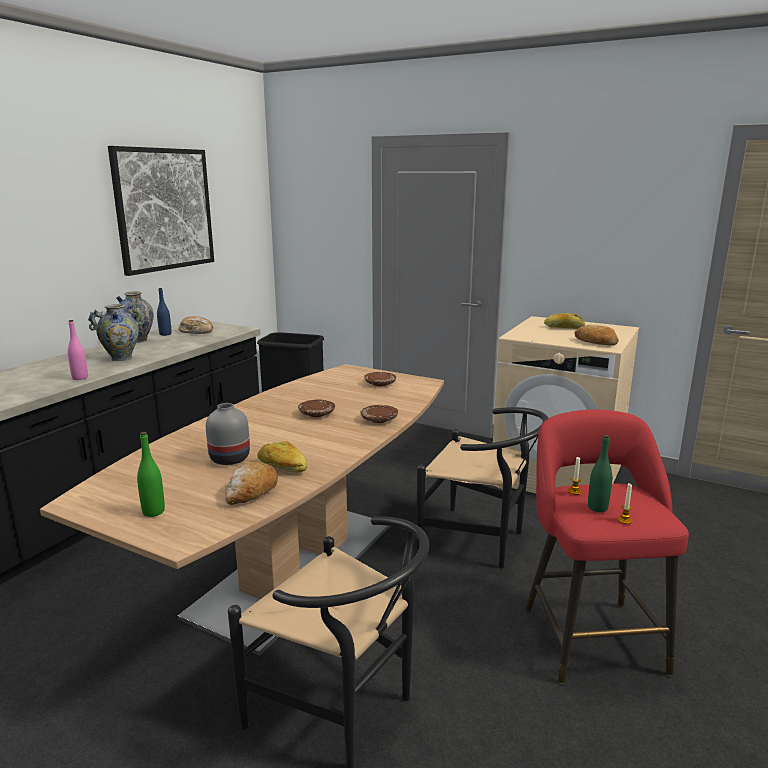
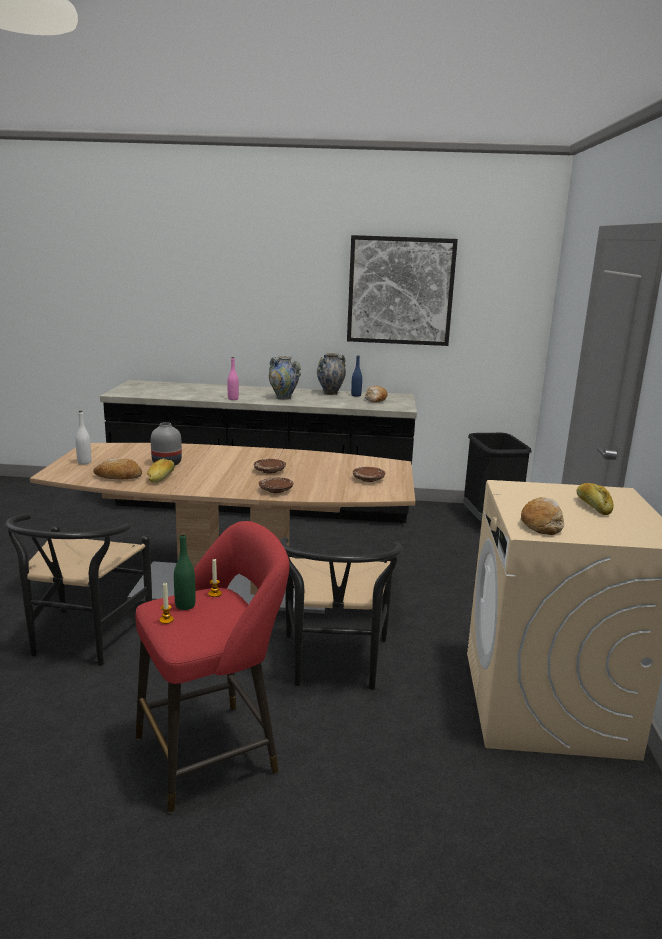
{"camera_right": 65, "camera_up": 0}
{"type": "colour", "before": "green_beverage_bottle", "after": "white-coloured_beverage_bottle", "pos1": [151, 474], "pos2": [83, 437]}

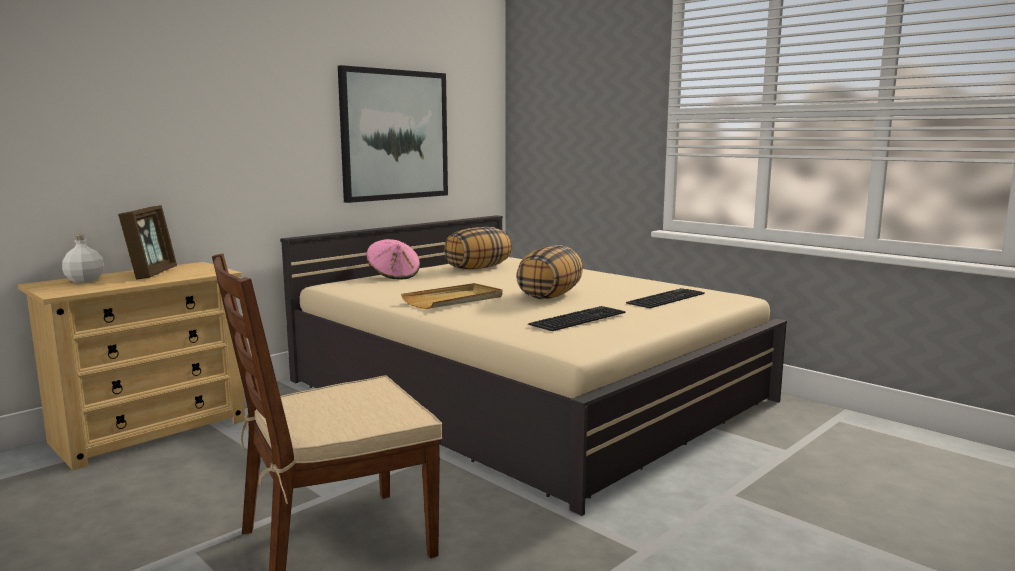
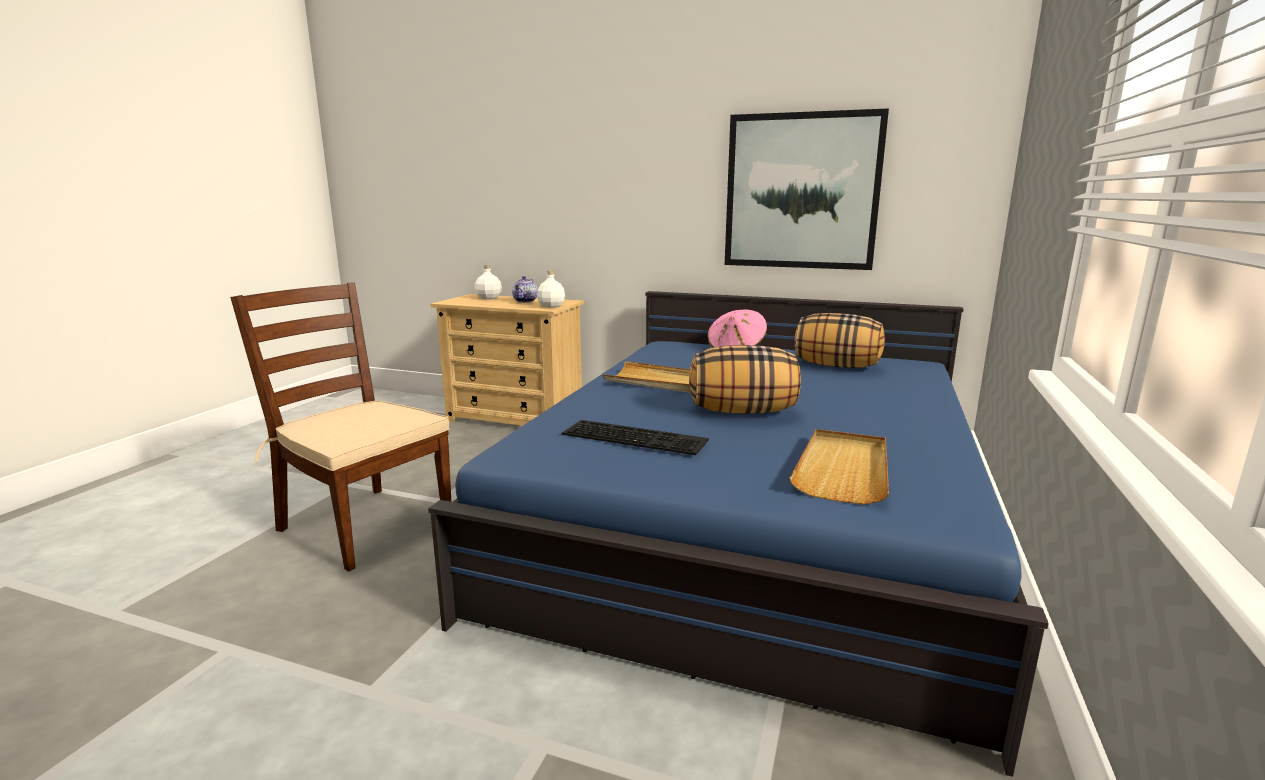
{"camera_right": 65, "camera_up": 5}
{"type": "exchanged", "before": "photo_frame", "after": "tea_pot", "pos1": [147, 242], "pos2": [525, 289]}
{"type": "colour", "before": "sand-coloured_bedroom_bed", "after": "blue-coloured_bedroom_bed", "pos1": [533, 365], "pos2": [738, 534]}
{"type": "exchanged", "before": "computer_keyboard", "after": "sand-coloured_serving_tray", "pos1": [665, 298], "pos2": [839, 467]}
{"type": "appeared", "after": "white-coloured_beverage_bottle", "pos2": [551, 289]}

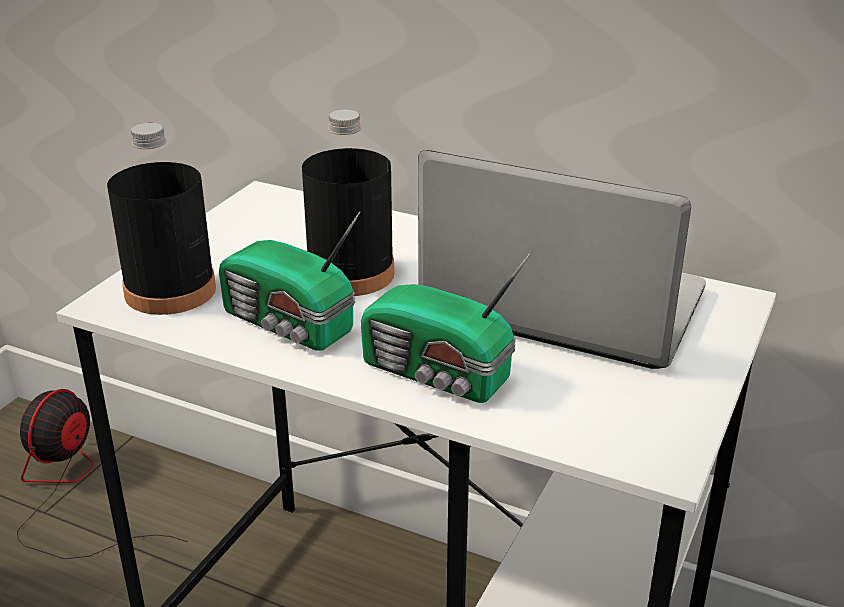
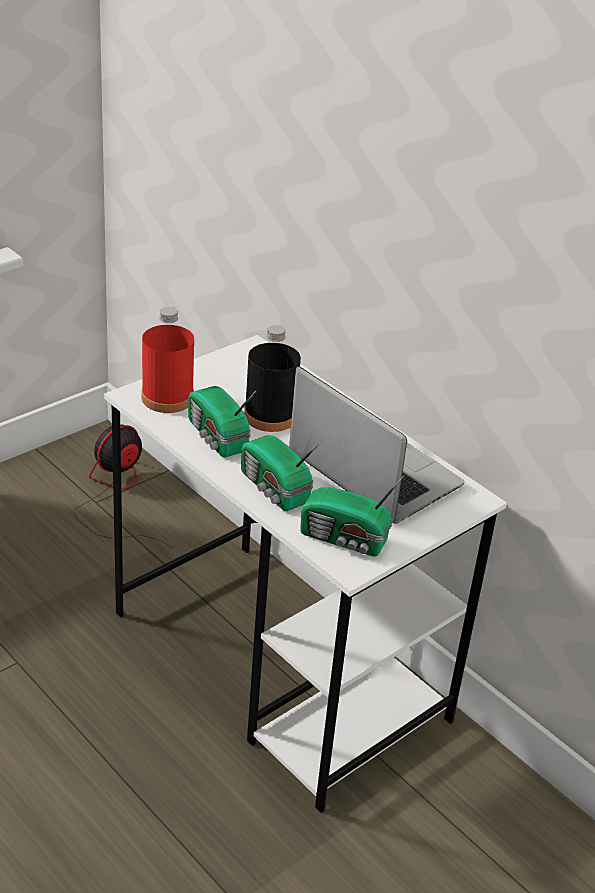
{"camera_right": 20, "camera_up": 5}
{"type": "colour", "before": "black-coloured_beverage_bottle", "after": "red-coloured_beverage_bottle", "pos1": [161, 219], "pos2": [167, 360]}
{"type": "appeared", "after": "radio_receiver", "pos2": [352, 516]}

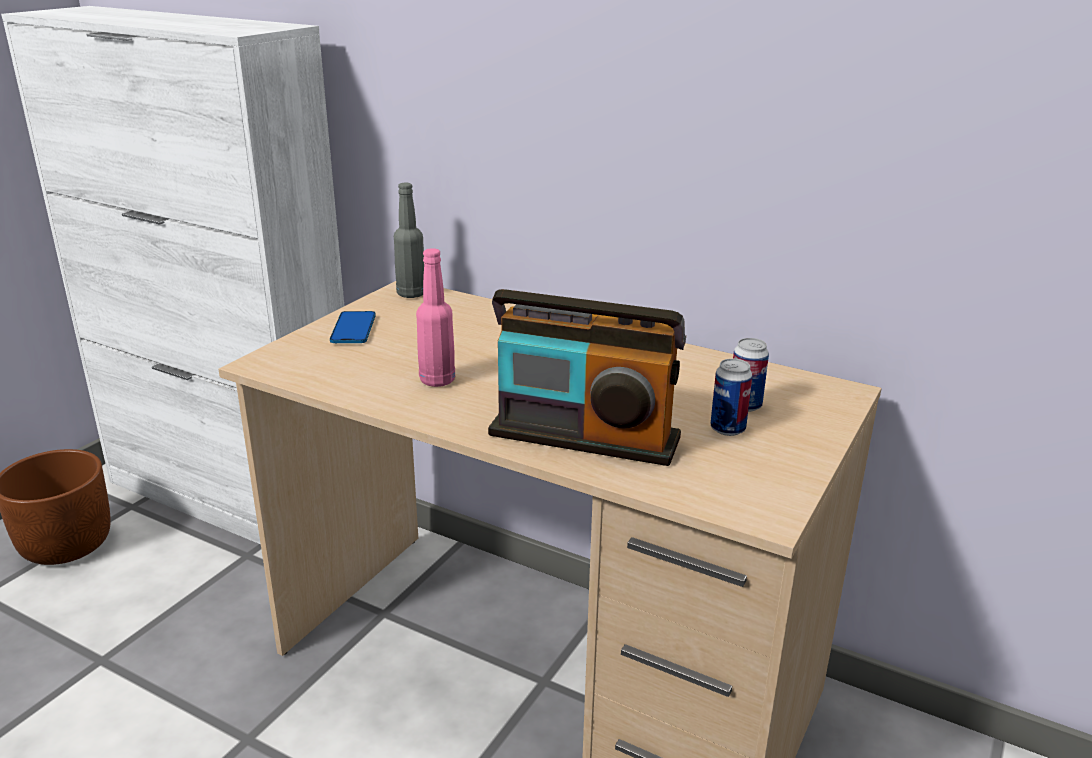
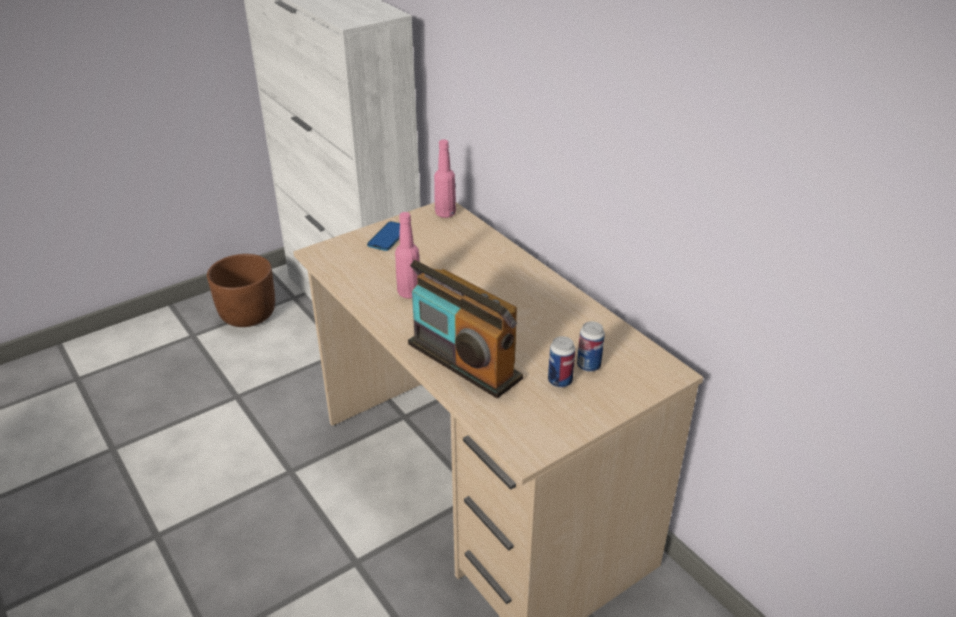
{"camera_right": 25, "camera_up": 10}
{"type": "colour", "before": "grey_beverage_bottle", "after": "pink-coloured_beverage_bottle", "pos1": [409, 240], "pos2": [445, 178]}

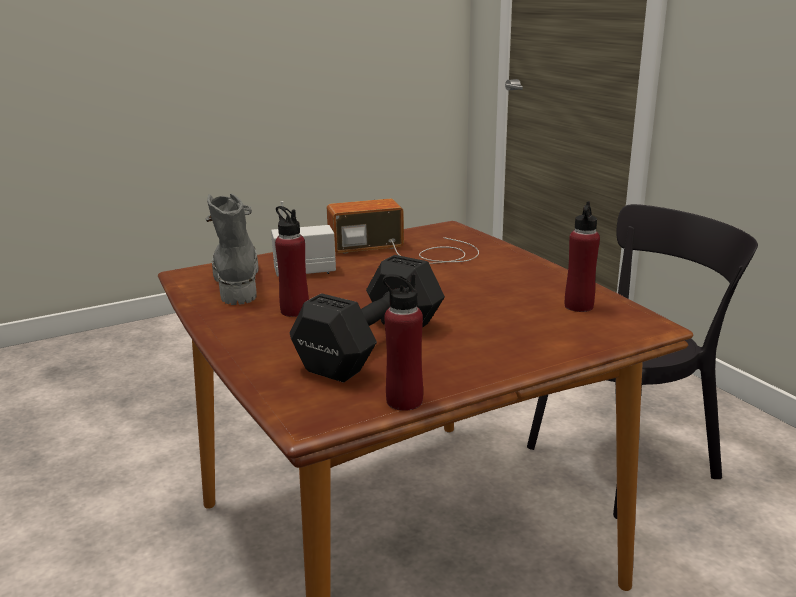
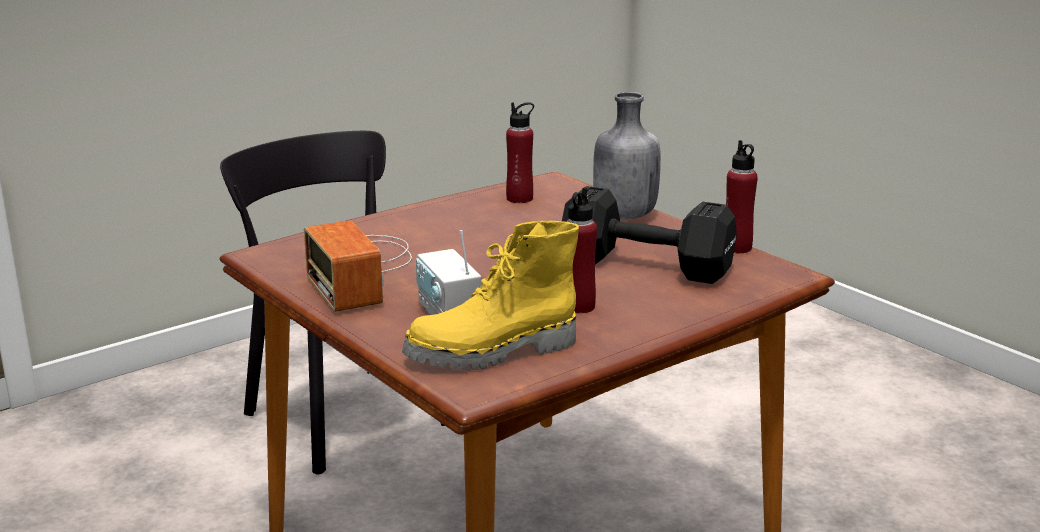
{"camera_right": -100, "camera_up": 0}
{"type": "colour", "before": "grey_high-top_boot", "after": "yellow-coloured_high-top_boot", "pos1": [232, 249], "pos2": [490, 295]}
{"type": "appeared", "after": "grey_beverage_bottle", "pos2": [627, 155]}

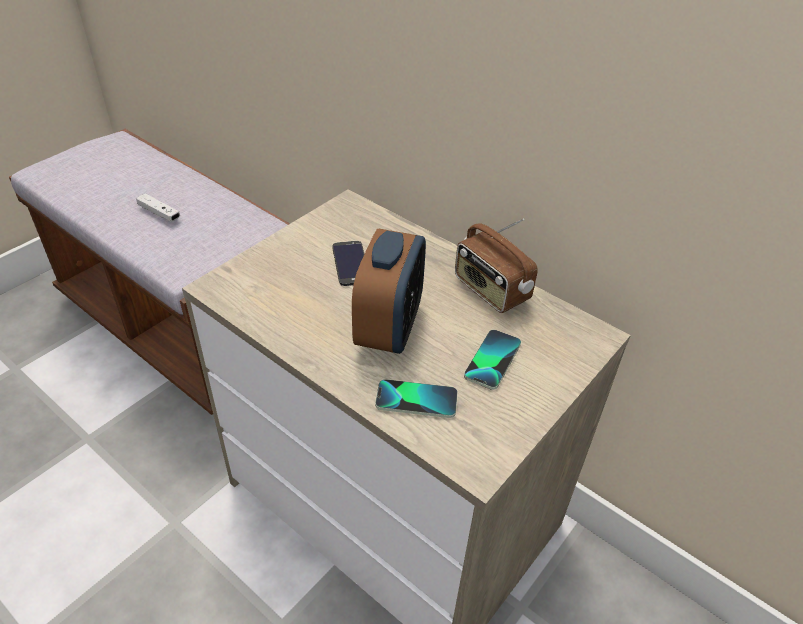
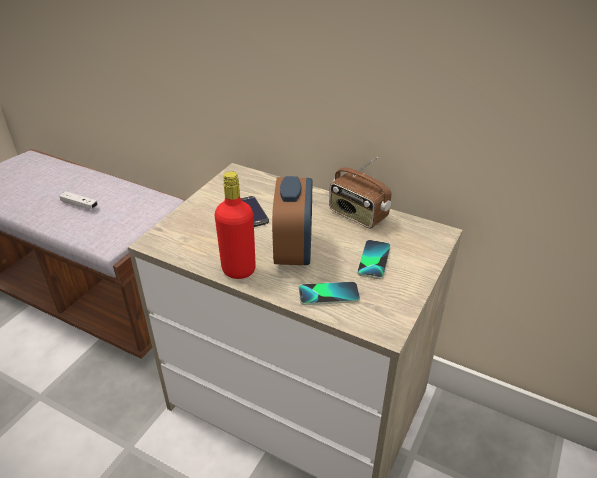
{"camera_right": -10, "camera_up": -5}
{"type": "appeared", "after": "red-coloured_beverage_bottle", "pos2": [235, 225]}

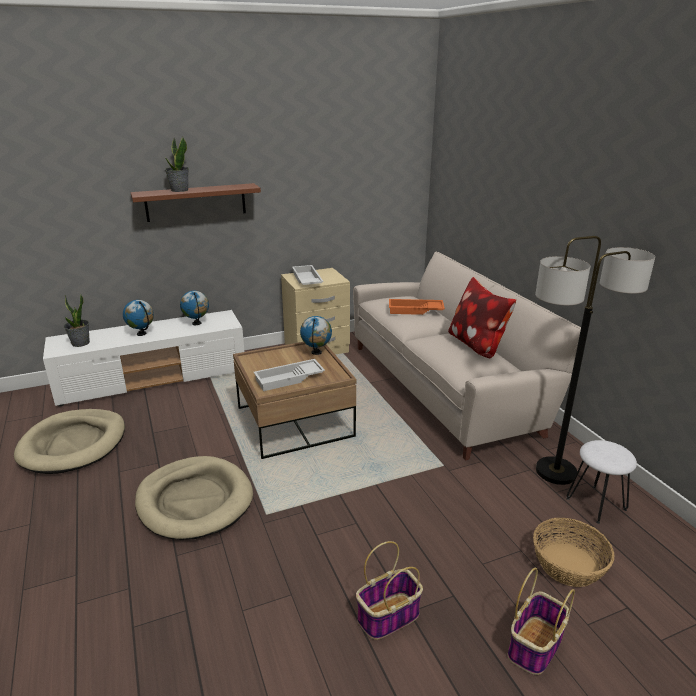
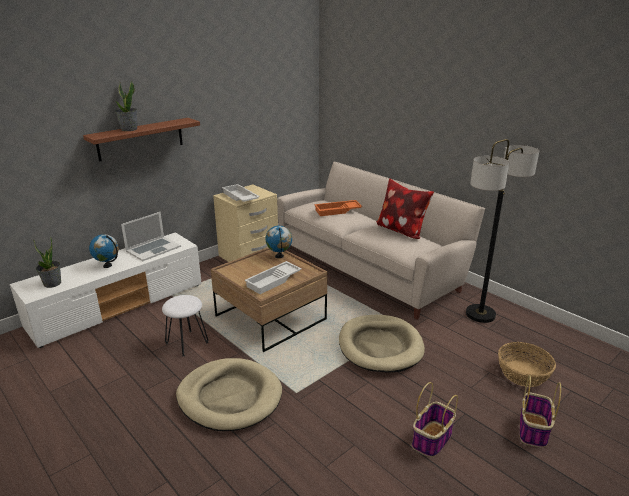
{"camera_right": -20, "camera_up": 0}
{"type": "relocated", "before": "sand-coloured_dog_cushion", "pos1": [69, 441], "pos2": [382, 344]}
{"type": "exchanged", "before": "desk_globe", "after": "laptop", "pos1": [194, 308], "pos2": [151, 236]}
{"type": "relocated", "before": "white-coloured_stool", "pos1": [601, 482], "pos2": [185, 325]}

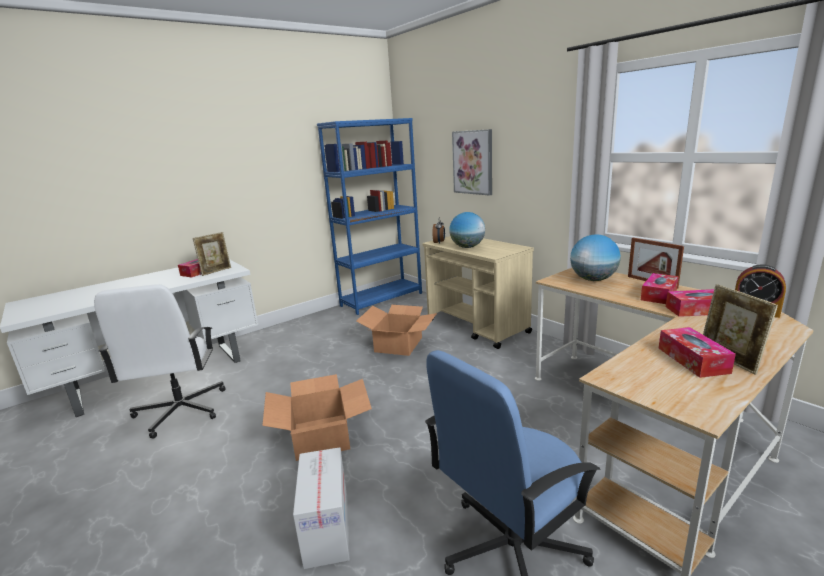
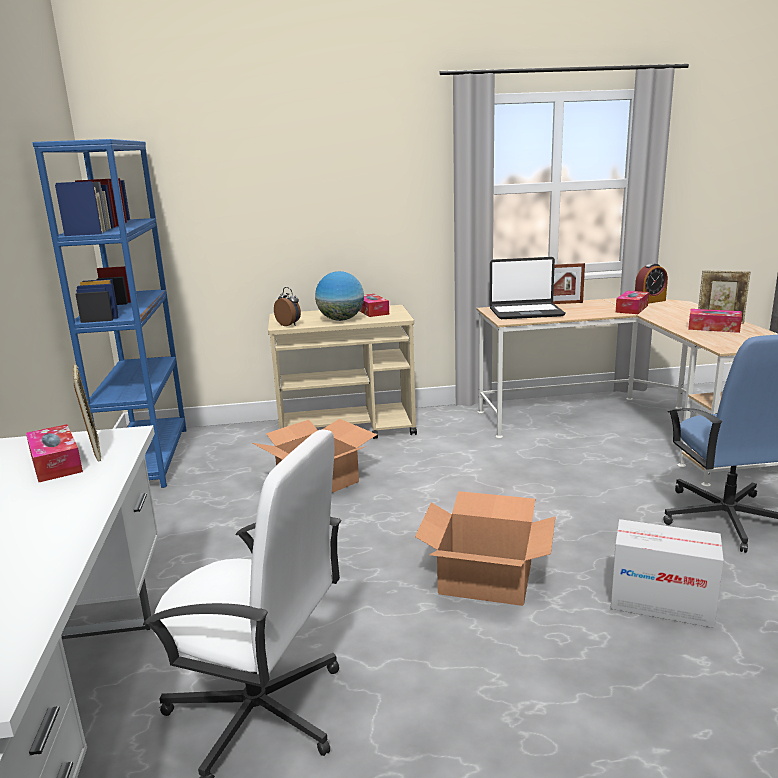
{"camera_right": -60, "camera_up": 0}
{"type": "missing", "before": "wall_picture", "pos1": [472, 162]}
{"type": "exchanged", "before": "desk_globe", "after": "laptop", "pos1": [595, 257], "pos2": [528, 288]}
{"type": "relocated", "before": "box_of_tissues", "pos1": [660, 288], "pos2": [374, 305]}

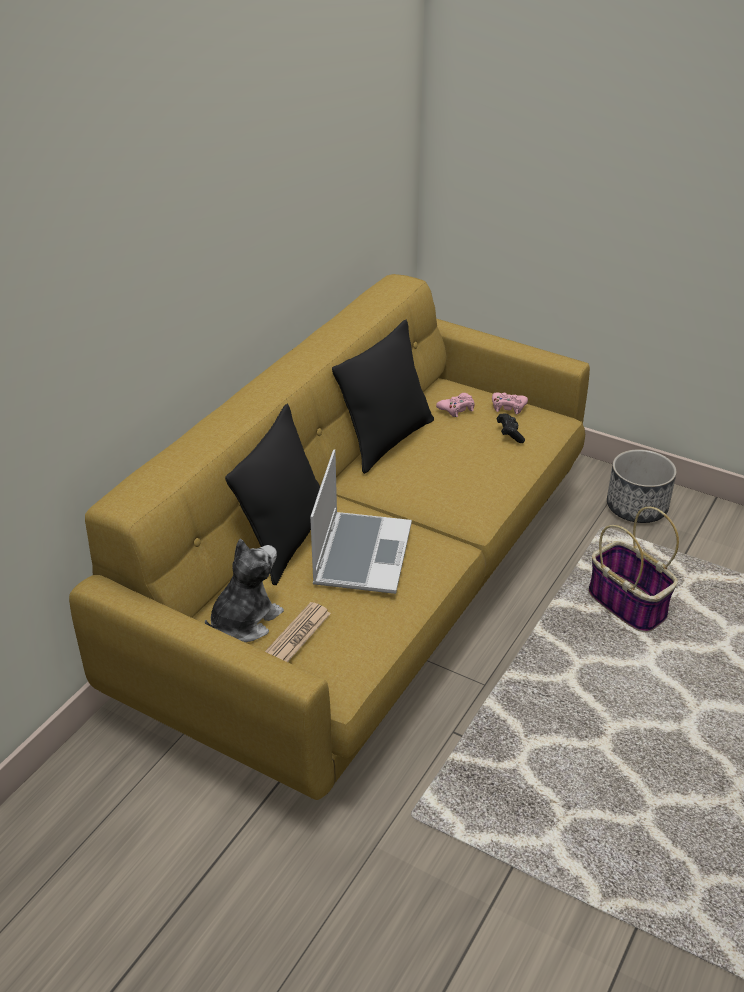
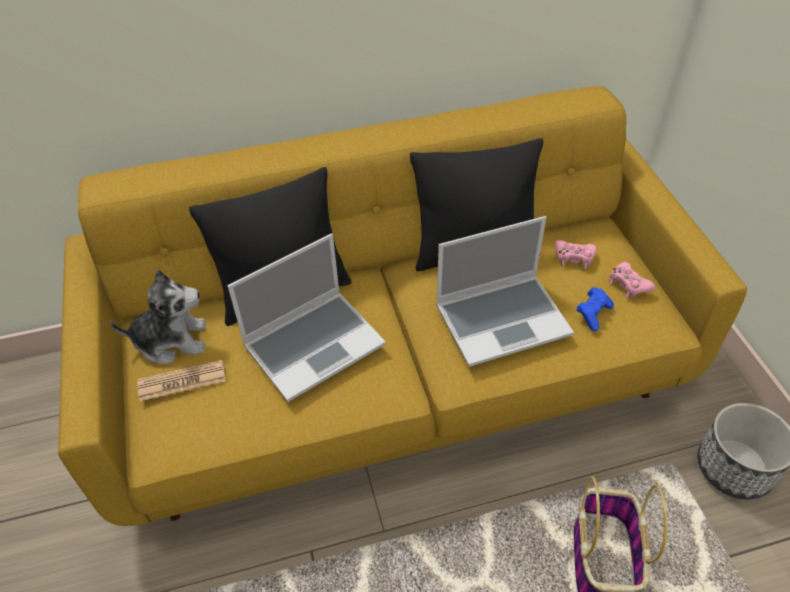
{"camera_right": 45, "camera_up": 10}
{"type": "colour", "before": "black-coloured_game_controller", "after": "blue-coloured_game_controller", "pos1": [511, 428], "pos2": [595, 309]}
{"type": "appeared", "after": "laptop", "pos2": [505, 291]}

